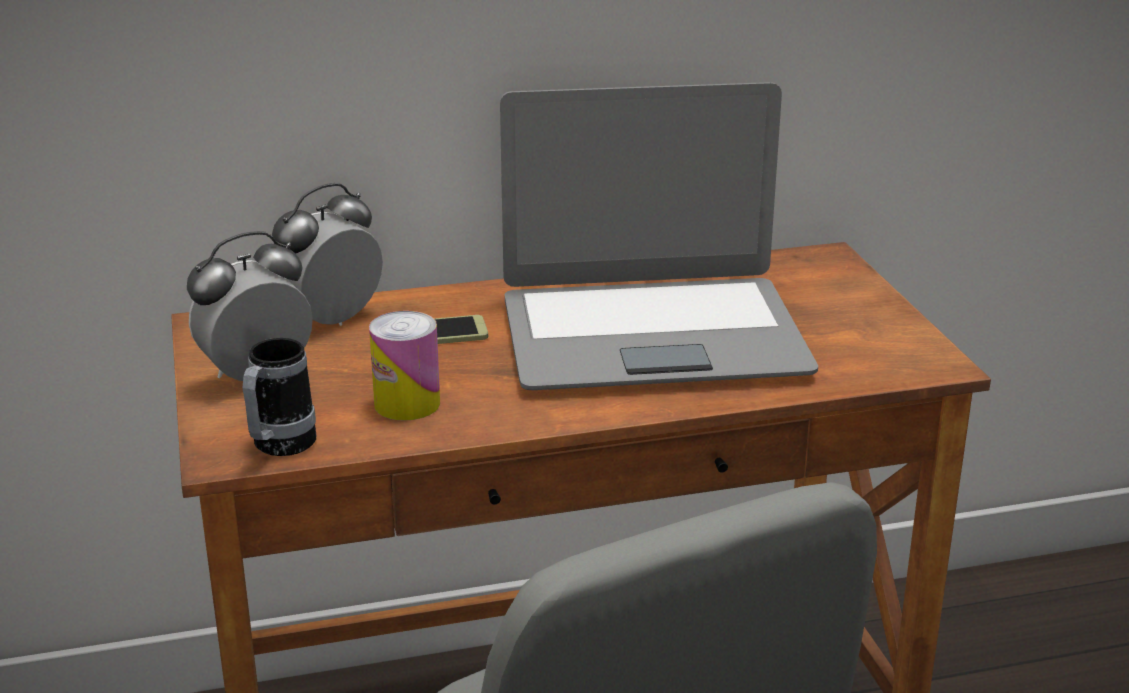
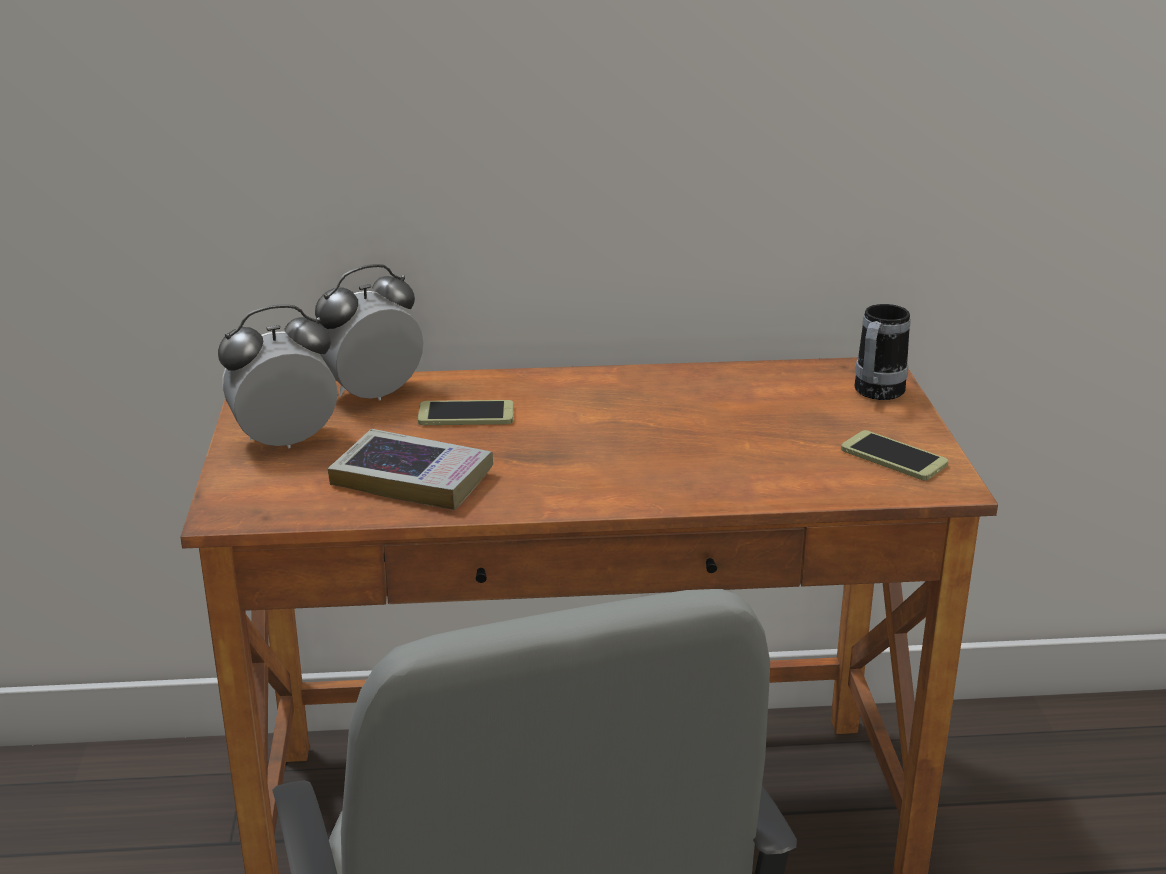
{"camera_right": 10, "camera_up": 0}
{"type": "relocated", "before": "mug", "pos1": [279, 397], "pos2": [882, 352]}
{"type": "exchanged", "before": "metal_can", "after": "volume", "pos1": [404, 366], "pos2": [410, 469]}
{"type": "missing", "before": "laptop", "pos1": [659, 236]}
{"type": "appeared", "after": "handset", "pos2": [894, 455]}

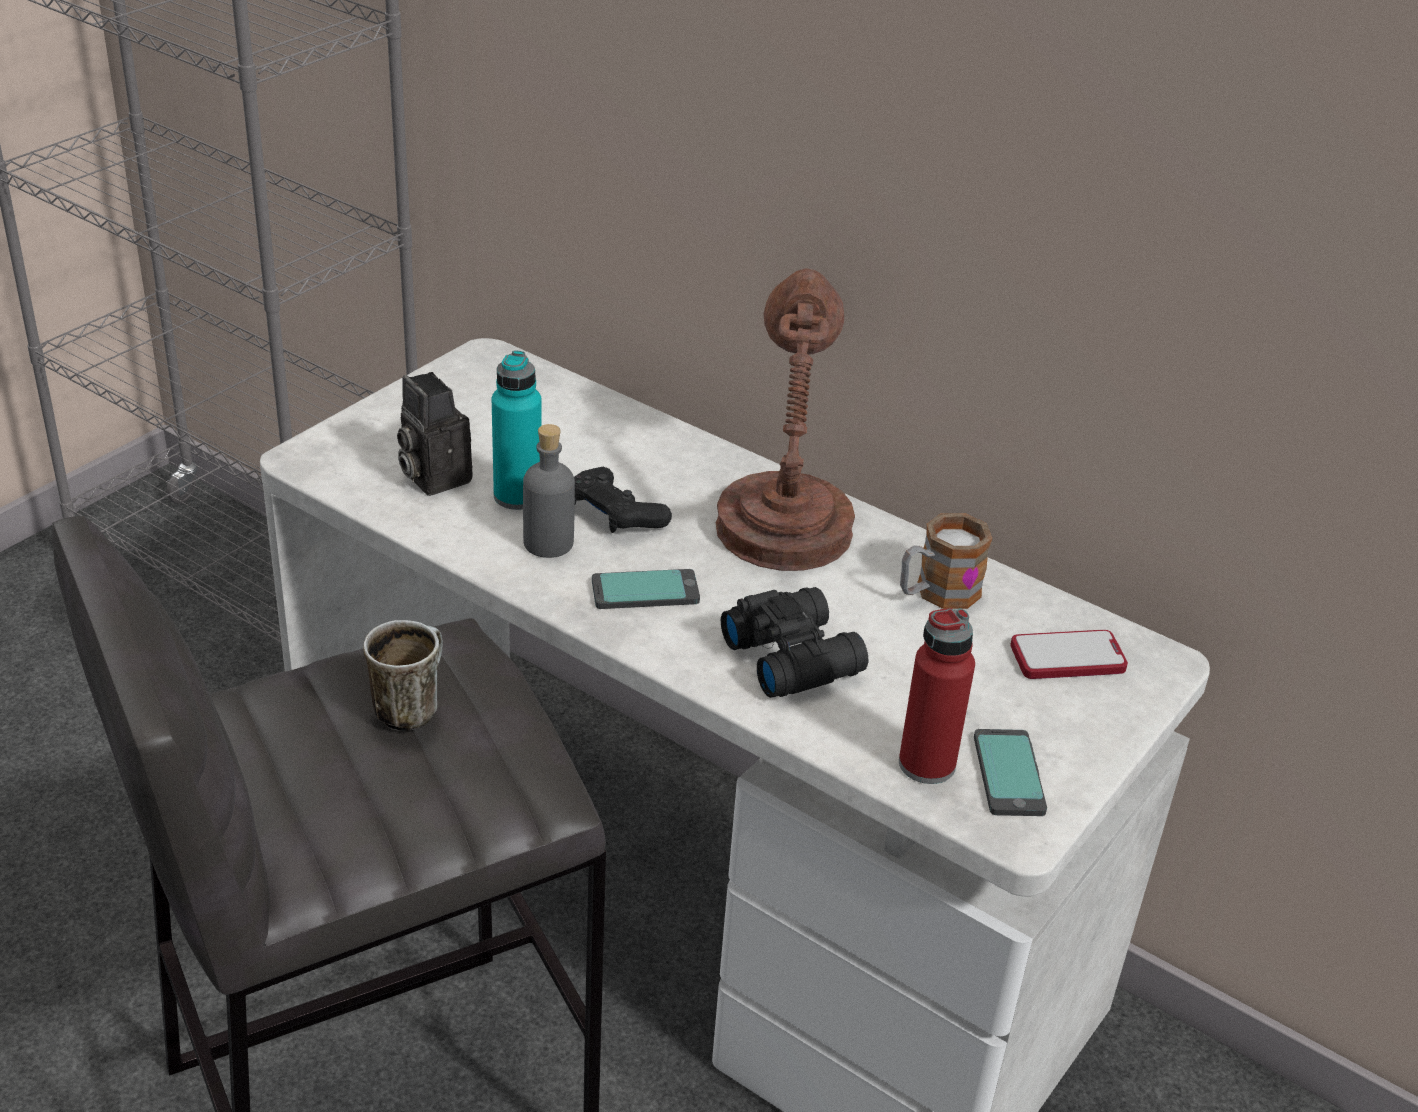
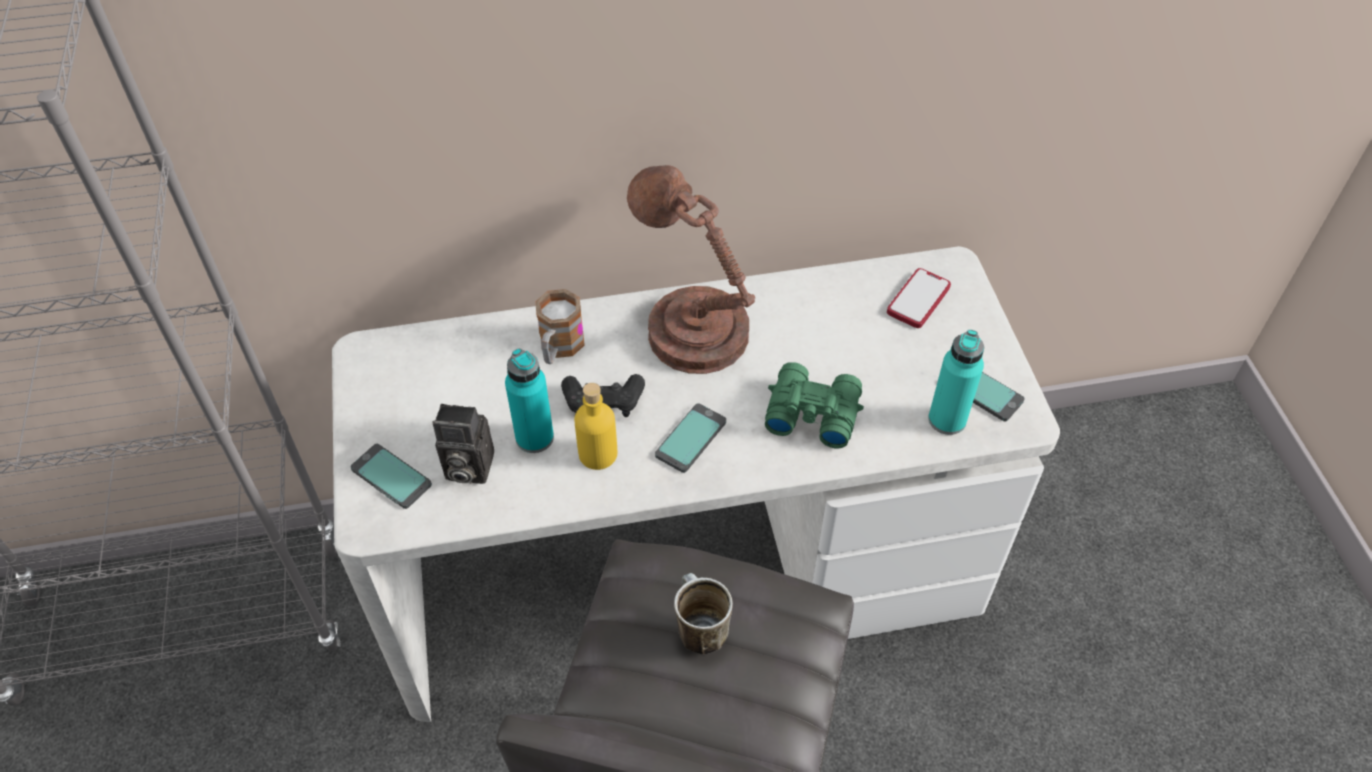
{"camera_right": -45, "camera_up": 15}
{"type": "colour", "before": "grey_beverage_bottle", "after": "yellow-coloured_beverage_bottle", "pos1": [549, 491], "pos2": [595, 426]}
{"type": "colour", "before": "black-coloured_field_glasses", "after": "green_field_glasses", "pos1": [794, 642], "pos2": [814, 405]}
{"type": "colour", "before": "red-coloured_beverage_bottle", "after": "turquoise-coloured_beverage_bottle", "pos1": [937, 696], "pos2": [956, 382]}
{"type": "relocated", "before": "mug", "pos1": [946, 561], "pos2": [560, 326]}
{"type": "appeared", "after": "handset", "pos2": [391, 476]}

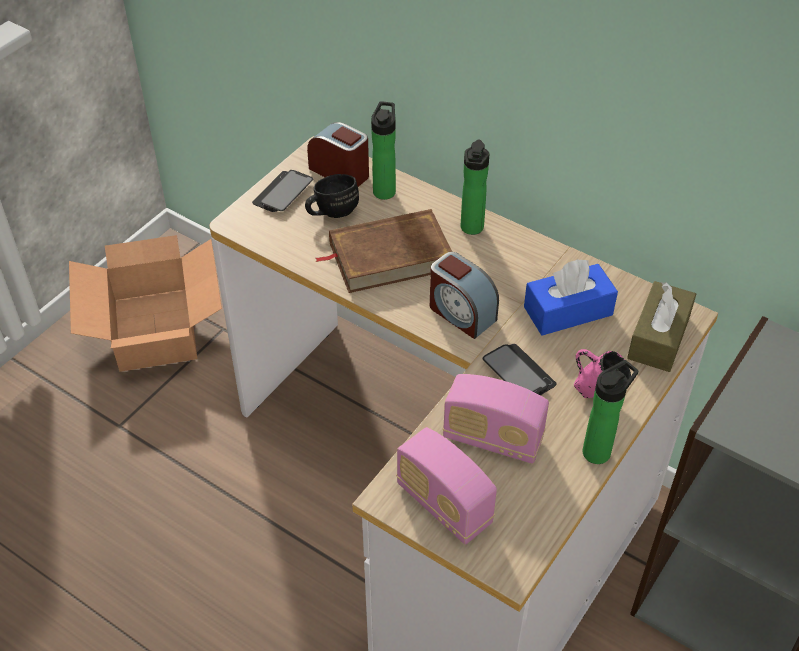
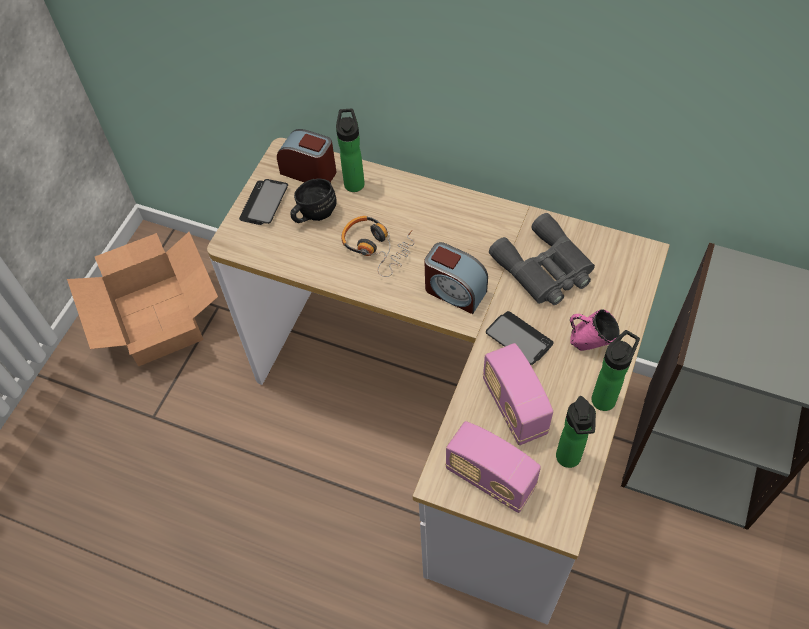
{"camera_right": -10, "camera_up": 10}
{"type": "exchanged", "before": "brownish_volume", "after": "headphones", "pos1": [383, 251], "pos2": [378, 246]}
{"type": "spun", "before": "radio_receiver", "pos1": [496, 419], "pos2": [518, 394], "turn": 60}
{"type": "relocated", "before": "beverage_bottle", "pos1": [475, 187], "pos2": [576, 432]}
{"type": "exchanged", "before": "blue-coloured_box_of_tissues", "after": "grey_field_glasses", "pos1": [571, 297], "pos2": [542, 259]}
{"type": "missing", "before": "brownish_box_of_tissues", "pos1": [661, 326]}

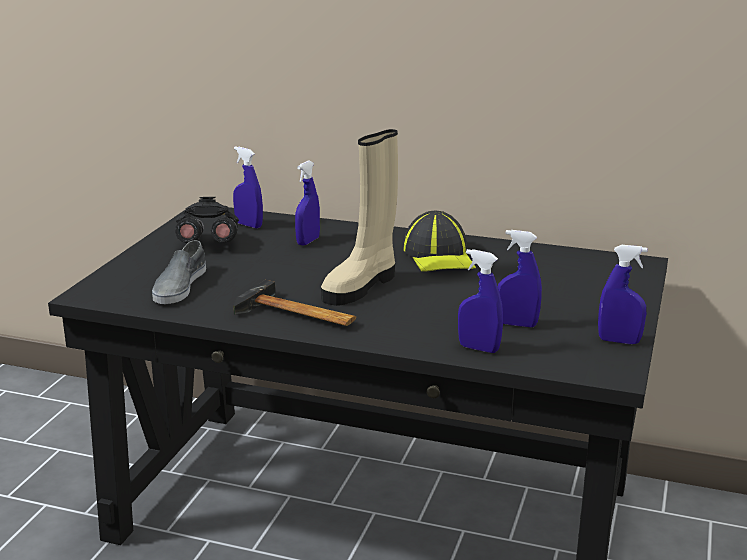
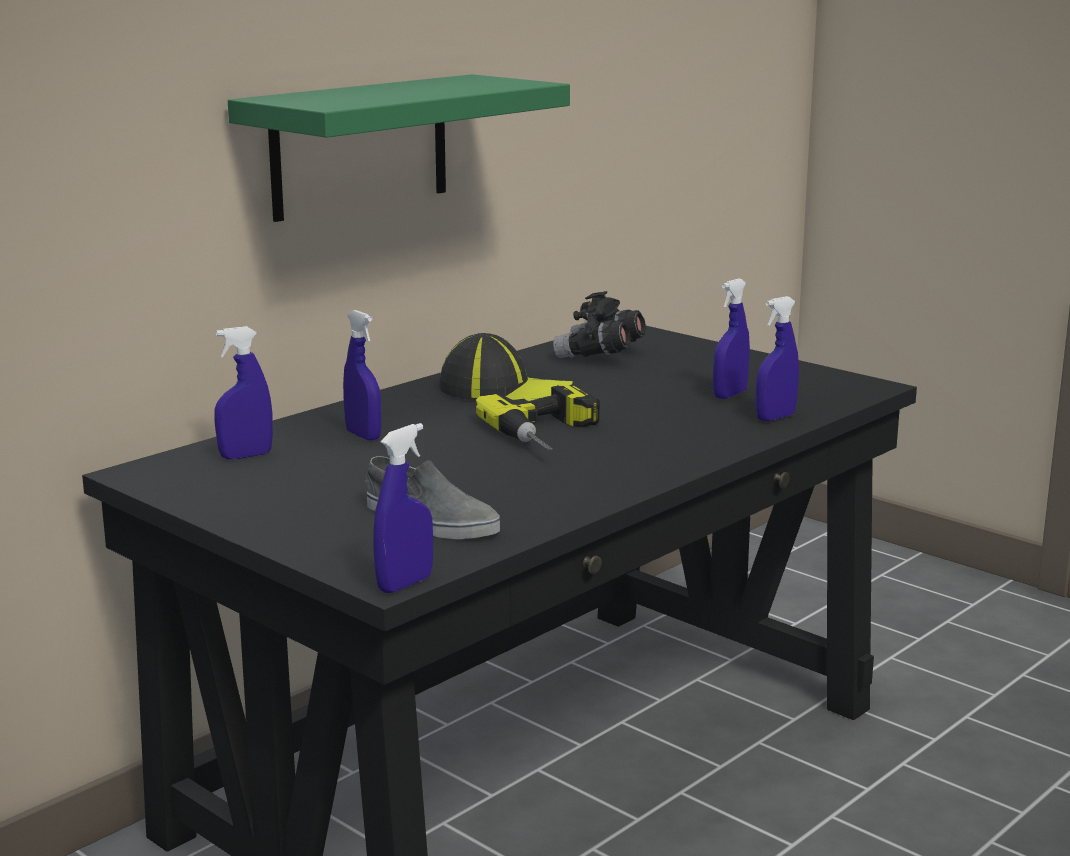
{"camera_right": -65, "camera_up": -5}
{"type": "relocated", "before": "black-coloured_field_glasses", "pos1": [207, 220], "pos2": [599, 324]}
{"type": "missing", "before": "hand_hammer", "pos1": [294, 303]}
{"type": "exchanged", "before": "sand-coloured_high-top_boot", "after": "drill", "pos1": [359, 217], "pos2": [538, 417]}
{"type": "relocated", "before": "blue-coloured_hand_sprayer", "pos1": [623, 294], "pos2": [403, 508]}
{"type": "appeared", "after": "green_wall_shelf", "pos2": [399, 148]}

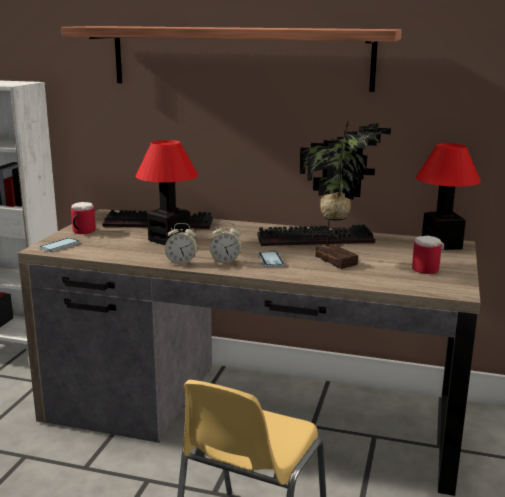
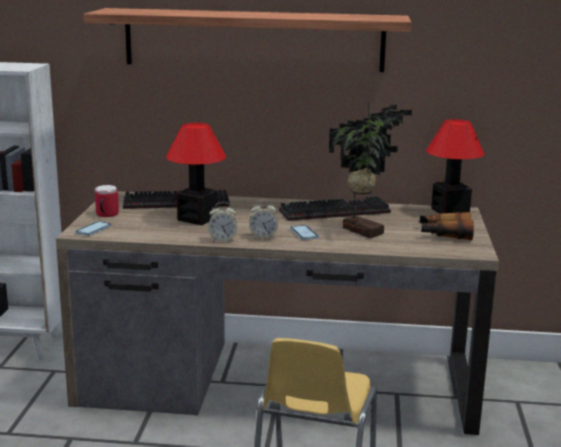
{"camera_right": -10, "camera_up": 0}
{"type": "exchanged", "before": "mug", "after": "field_glasses", "pos1": [428, 255], "pos2": [447, 226]}

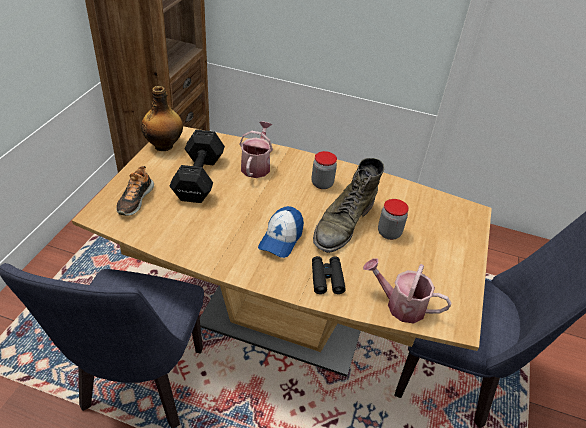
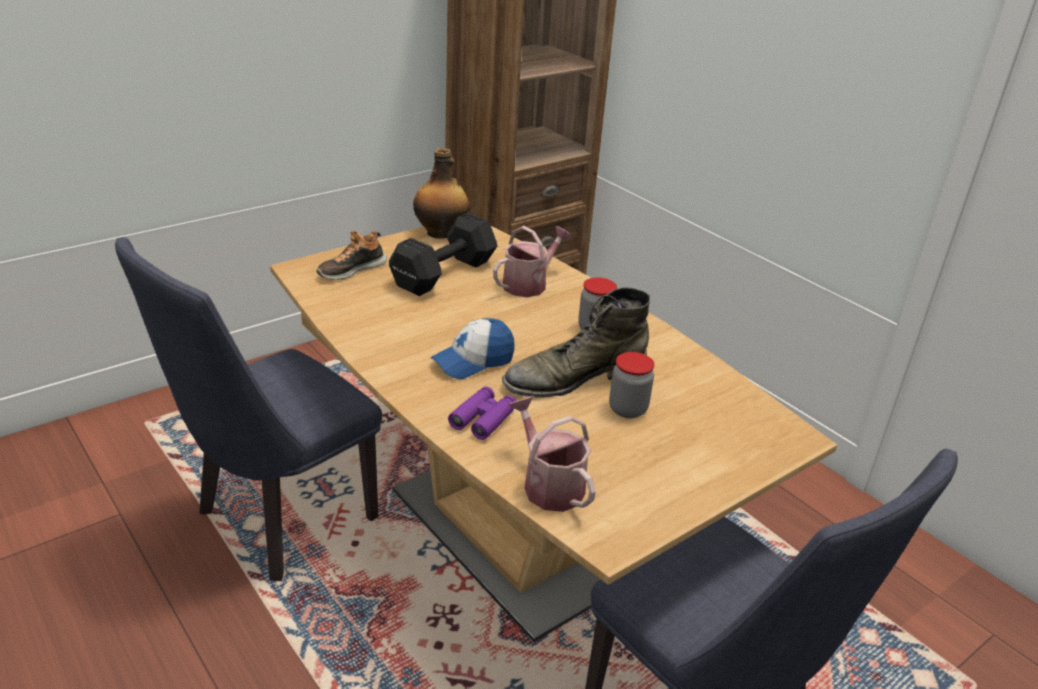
{"camera_right": 35, "camera_up": -10}
{"type": "colour", "before": "black-coloured_field_glasses", "after": "purplish_field_glasses", "pos1": [329, 275], "pos2": [482, 413]}

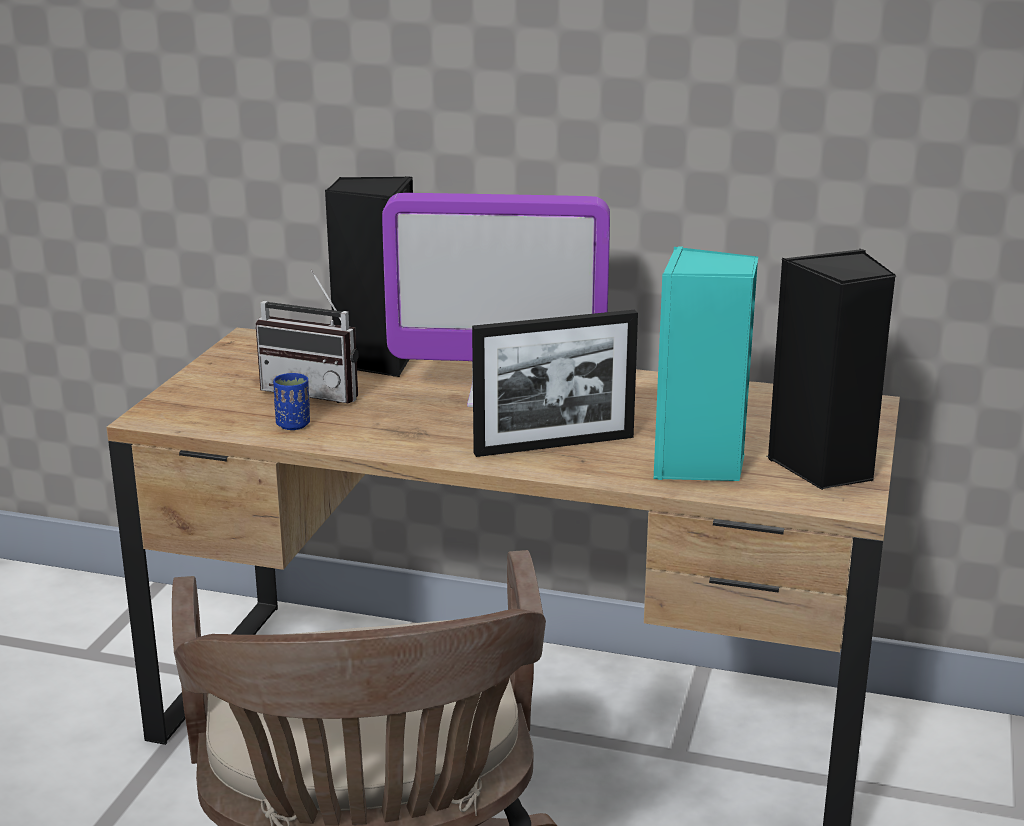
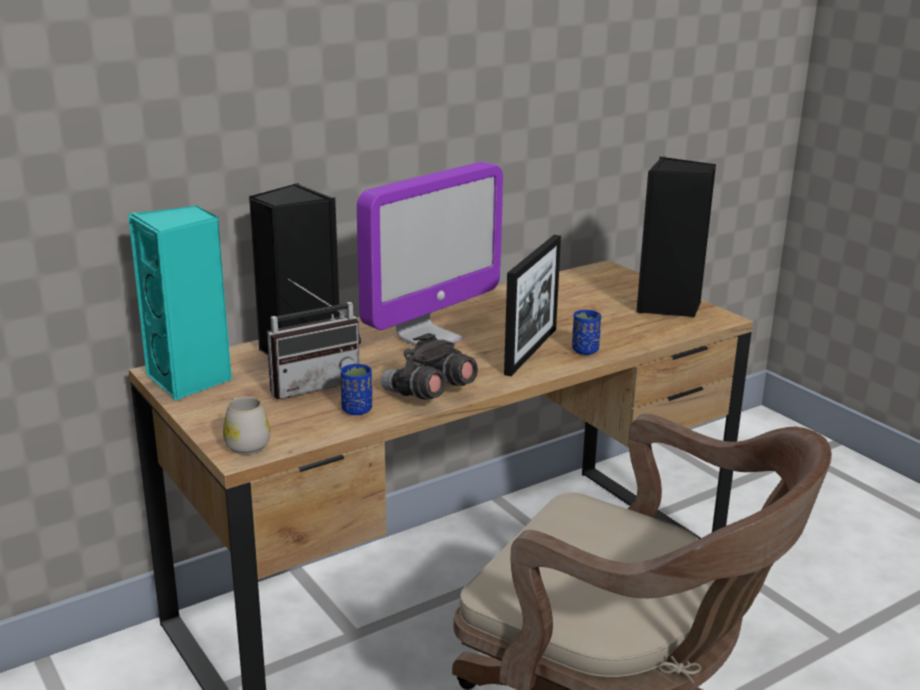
{"camera_right": -50, "camera_up": 0}
{"type": "relocated", "before": "turquoise-coloured_audio_speaker", "pos1": [706, 363], "pos2": [180, 303]}
{"type": "appeared", "after": "white-coloured_mug", "pos2": [246, 426]}
{"type": "appeared", "after": "grey_field_glasses", "pos2": [429, 366]}
{"type": "appeared", "after": "blue-coloured_drinking_cup", "pos2": [586, 332]}

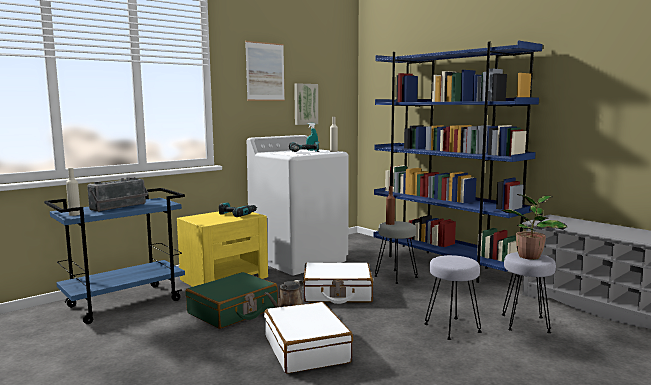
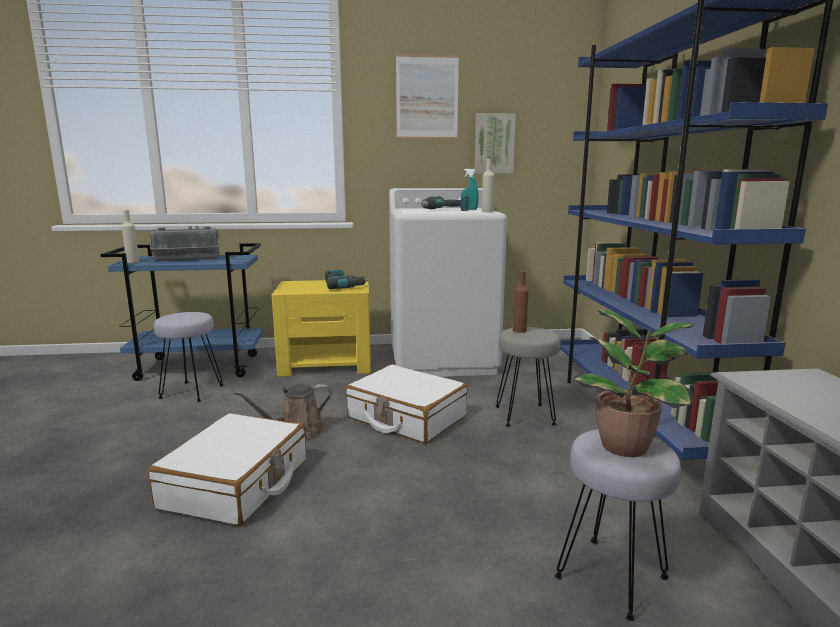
{"camera_right": 35, "camera_up": 5}
{"type": "missing", "before": "green_piece_of_luggage", "pos1": [231, 300]}
{"type": "relocated", "before": "grey_stool", "pos1": [453, 297], "pos2": [188, 357]}

